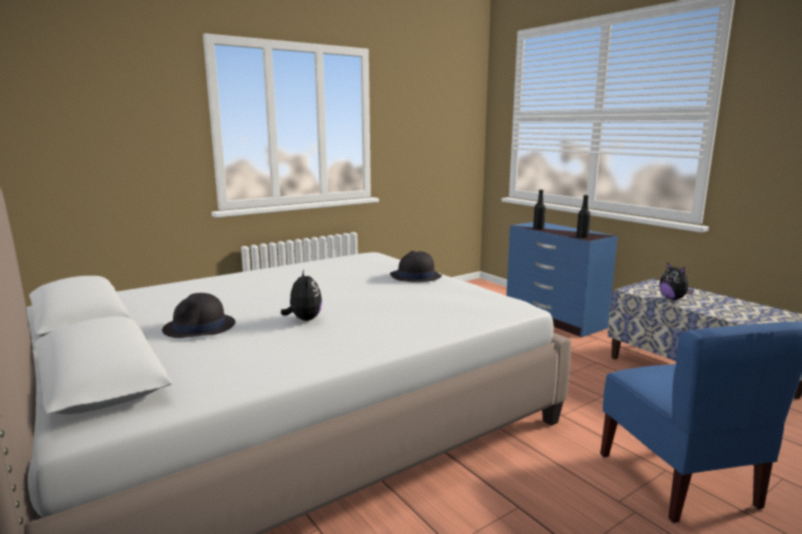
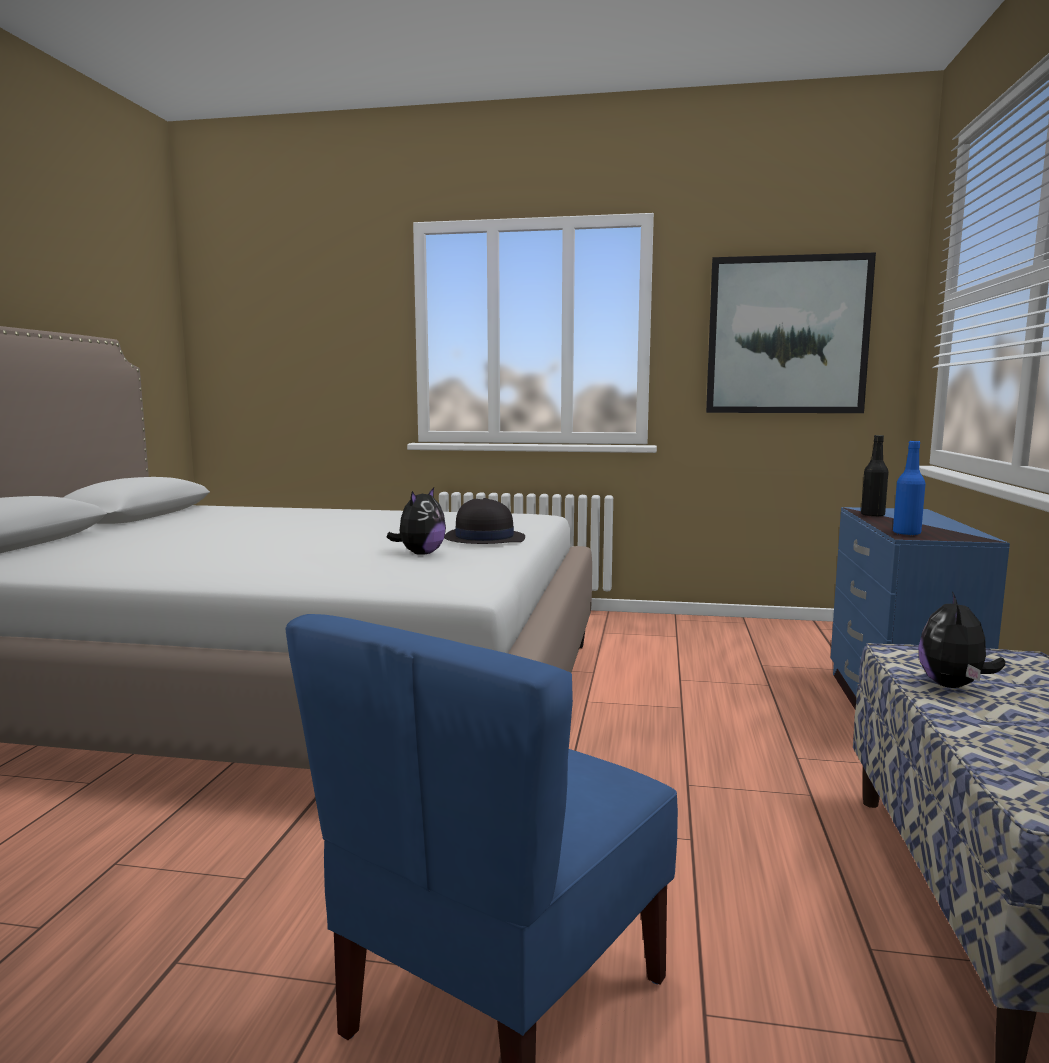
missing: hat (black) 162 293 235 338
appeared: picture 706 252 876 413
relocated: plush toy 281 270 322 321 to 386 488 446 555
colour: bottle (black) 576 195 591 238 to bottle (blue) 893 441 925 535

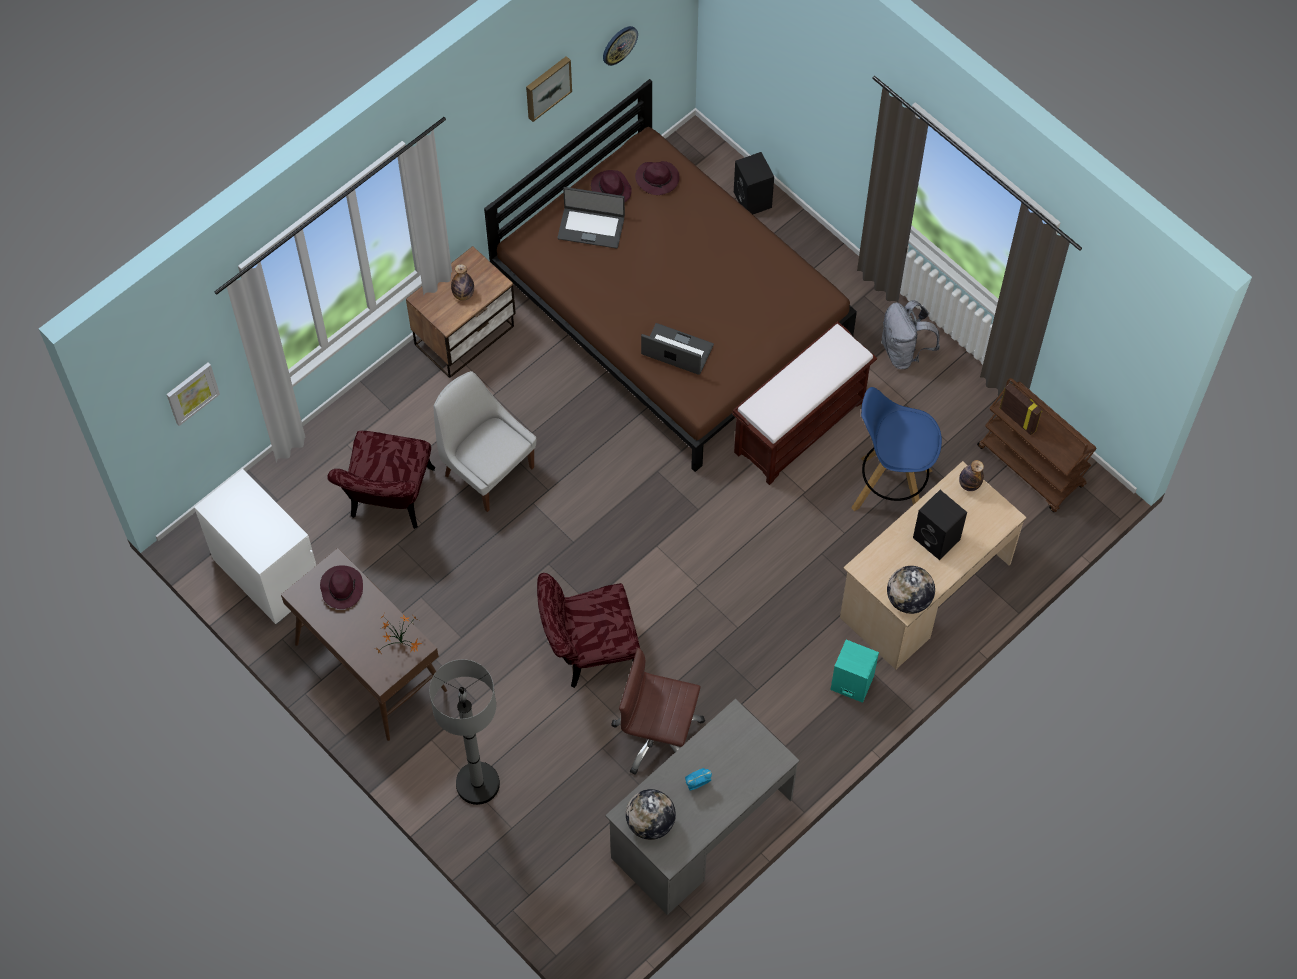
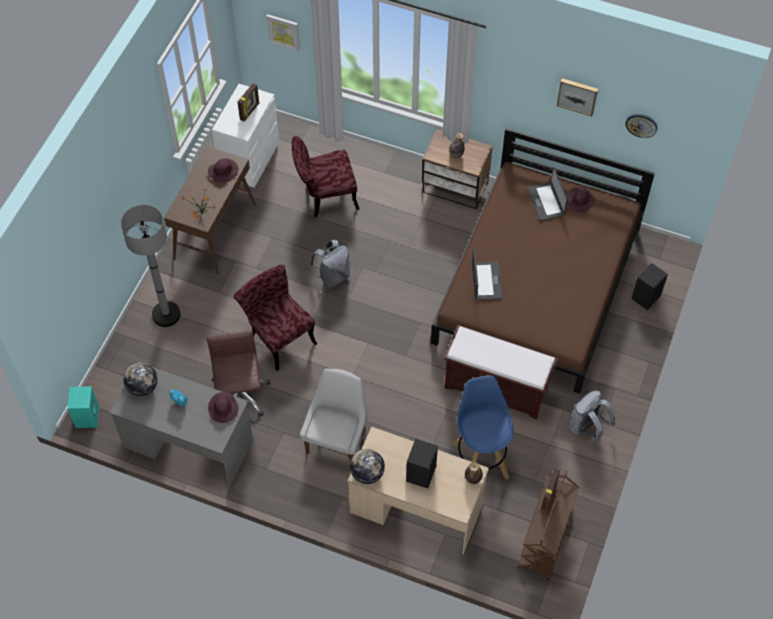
appeared: picture frame 238 83 259 121; backpack (grey) 310 240 350 288
relocated: hat (purple) 635 161 680 195 to 208 392 239 423; chair (white) 434 371 536 512 to 300 369 368 462; speaker (turquoise) 831 640 879 703 to 67 386 99 428

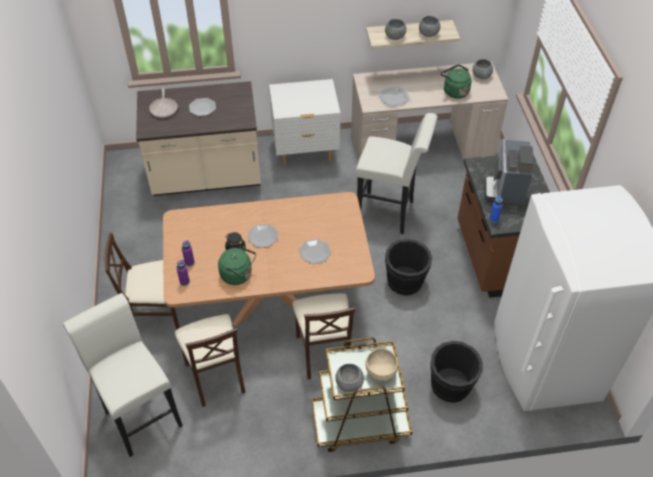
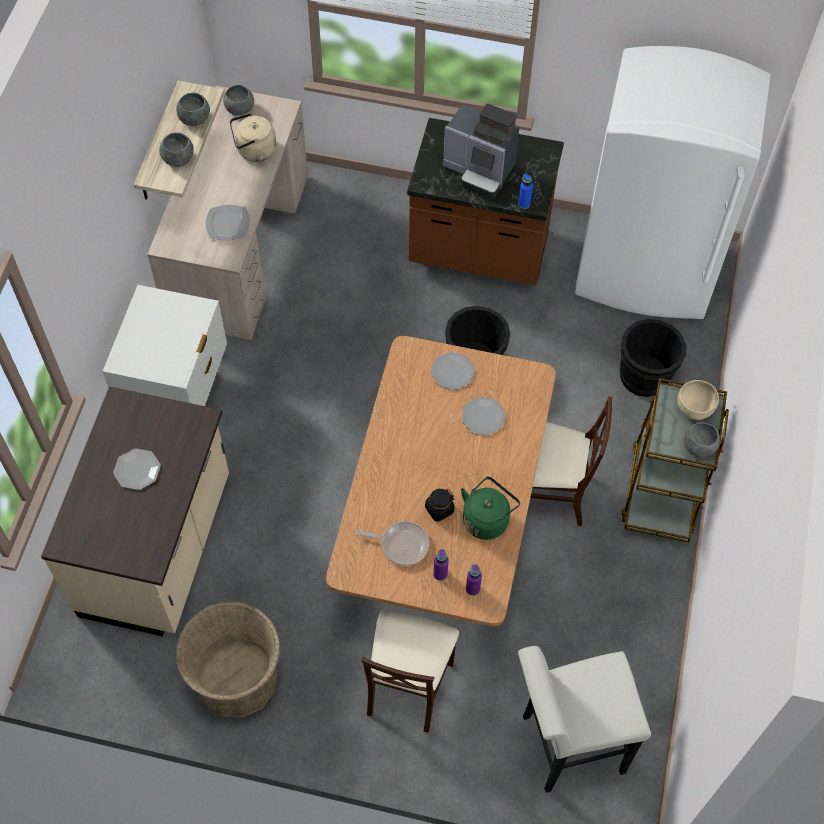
missing: stool (white) 356 113 438 234; chair (beige) 175 314 246 407
appeared: basket 176 601 280 718
relocated: frying pan 149 88 178 118 to 356 521 429 566; plate 248 224 278 247 to 431 352 475 390
colour: kettle (green) 441 65 472 99 to kettle (beige) 230 113 276 162

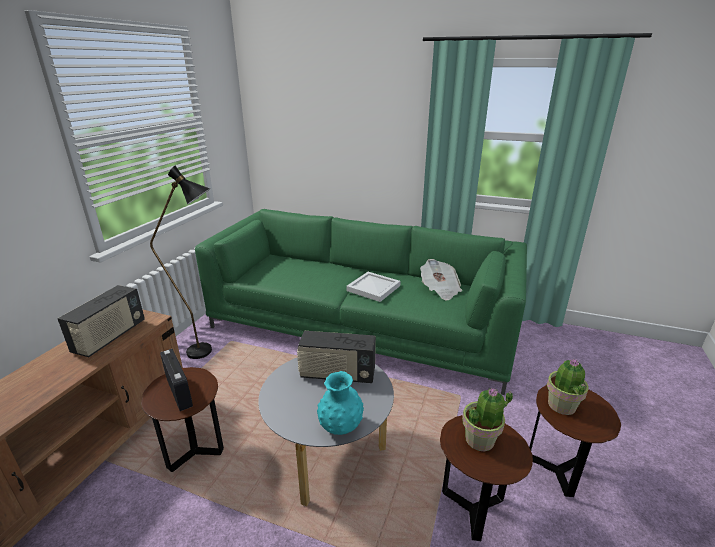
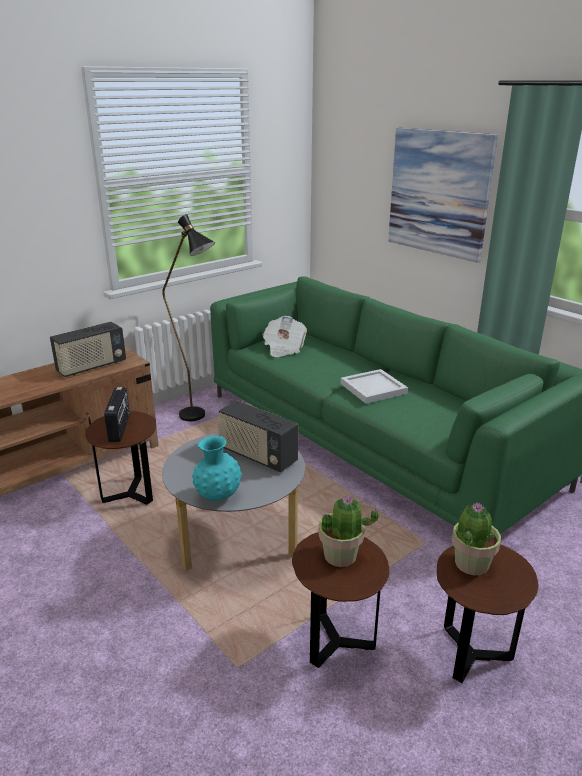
appeared: picture 388 128 498 263
relocated: newspaper 420 259 462 301 to 263 316 307 357

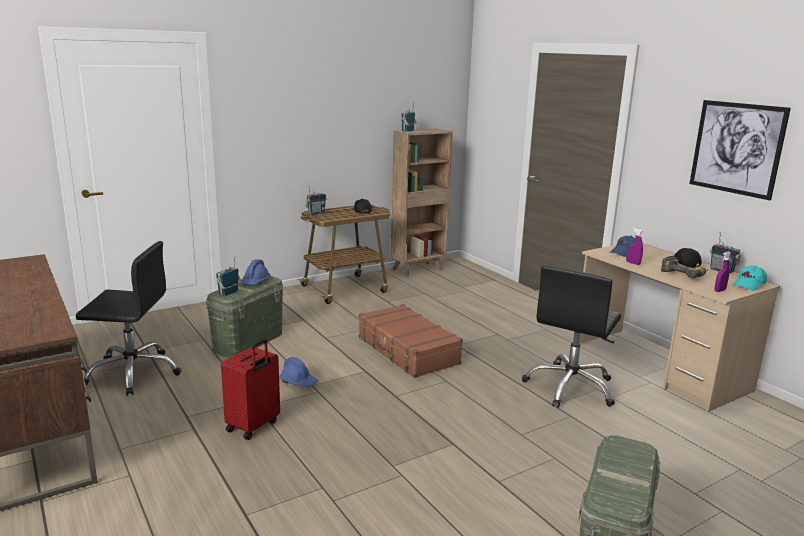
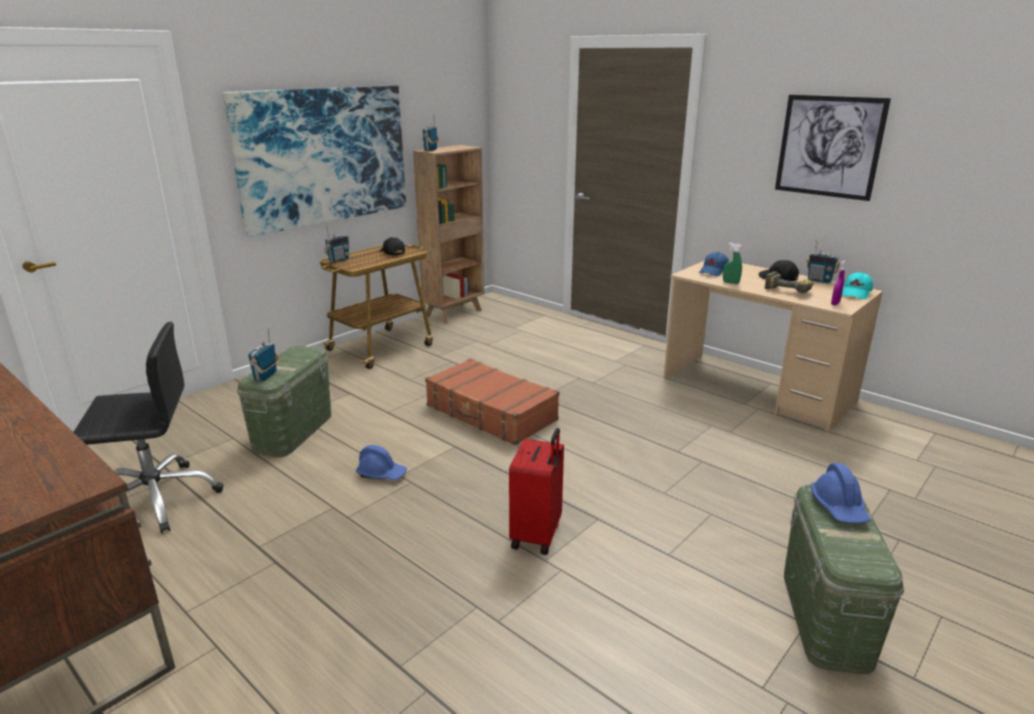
missing: office chair (black) 522 265 621 408
appeared: picture 222 85 406 237
relocated: hard hat (blue) 241 259 271 285 to 811 463 870 524; suitcase (red) 221 339 280 440 to 509 428 564 555
colour: spray bottle (purple) 626 227 643 265 to spray bottle (green) 723 243 742 284

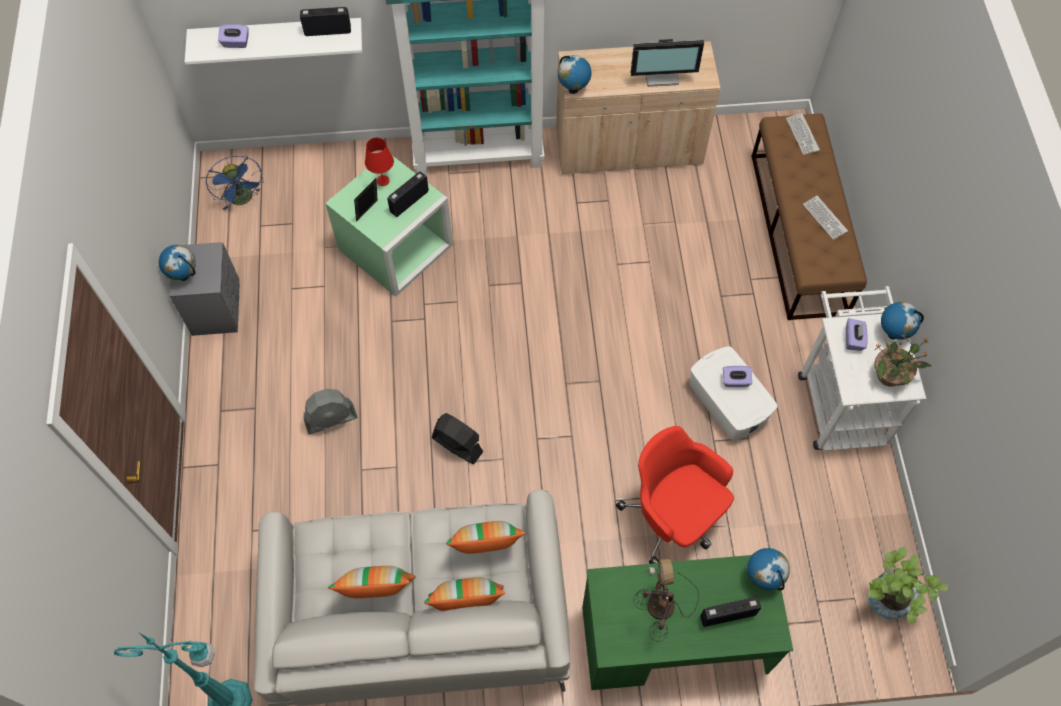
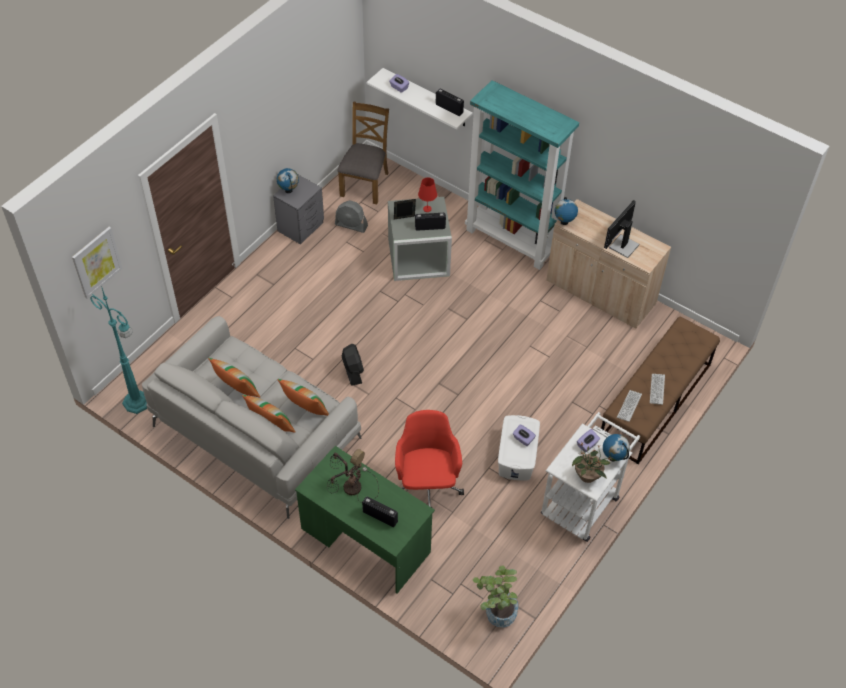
missing: globe 747 548 790 590
appeared: picture 72 227 123 299
relocated: keyboard 786 113 820 155 to 617 390 642 422; fan (grey) 303 389 358 434 to 335 200 368 233
exchanged: fan (blue) 206 156 264 211 to chair (brown) 338 101 389 204
colour: storage box (green) 325 156 453 297 to storage box (grey) 388 197 452 281
spun: monitor 631 39 704 87 = 604 200 640 258 90 degrees clockwise

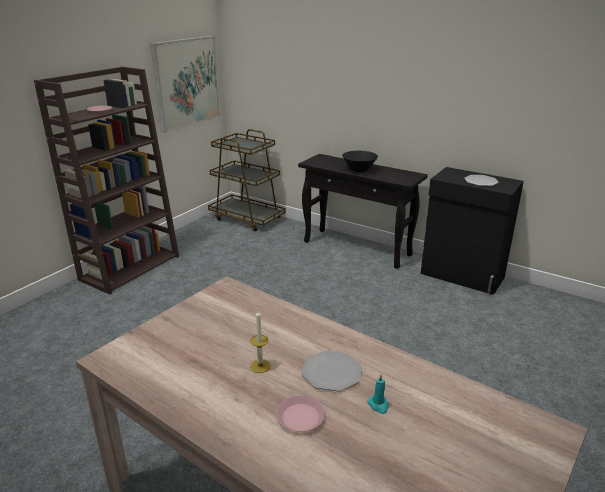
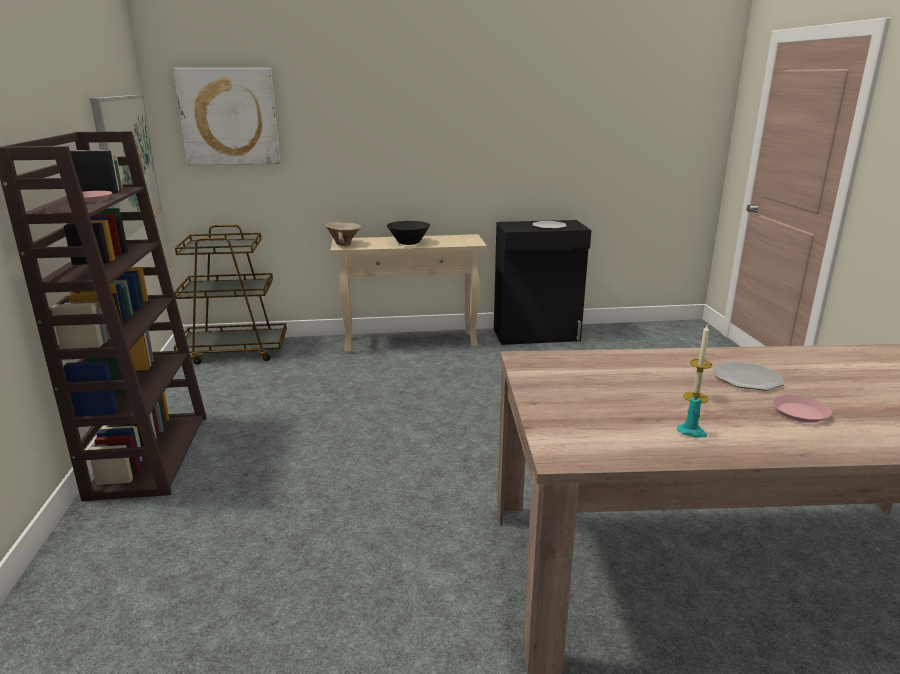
appeared: picture 173 68 280 165; bowl (beige) 325 222 362 246
relocated: candle (turquoise) 367 375 389 414 to 677 390 707 437
colour: console table (black) 298 154 428 269 to console table (beige) 330 234 487 353

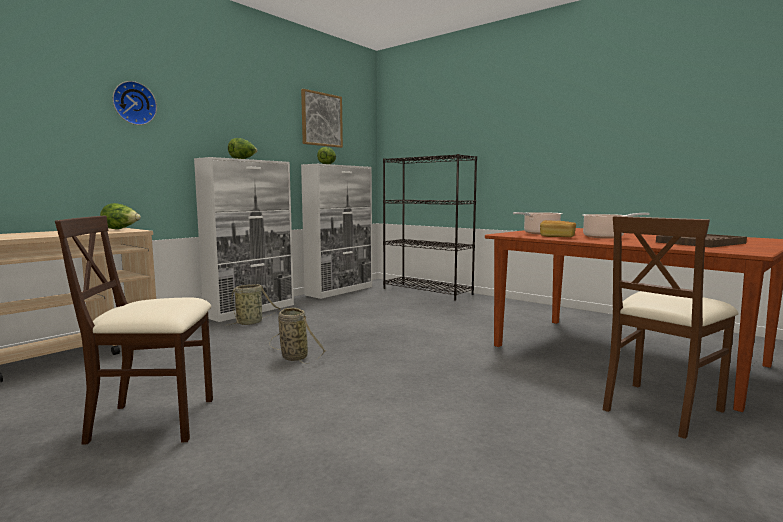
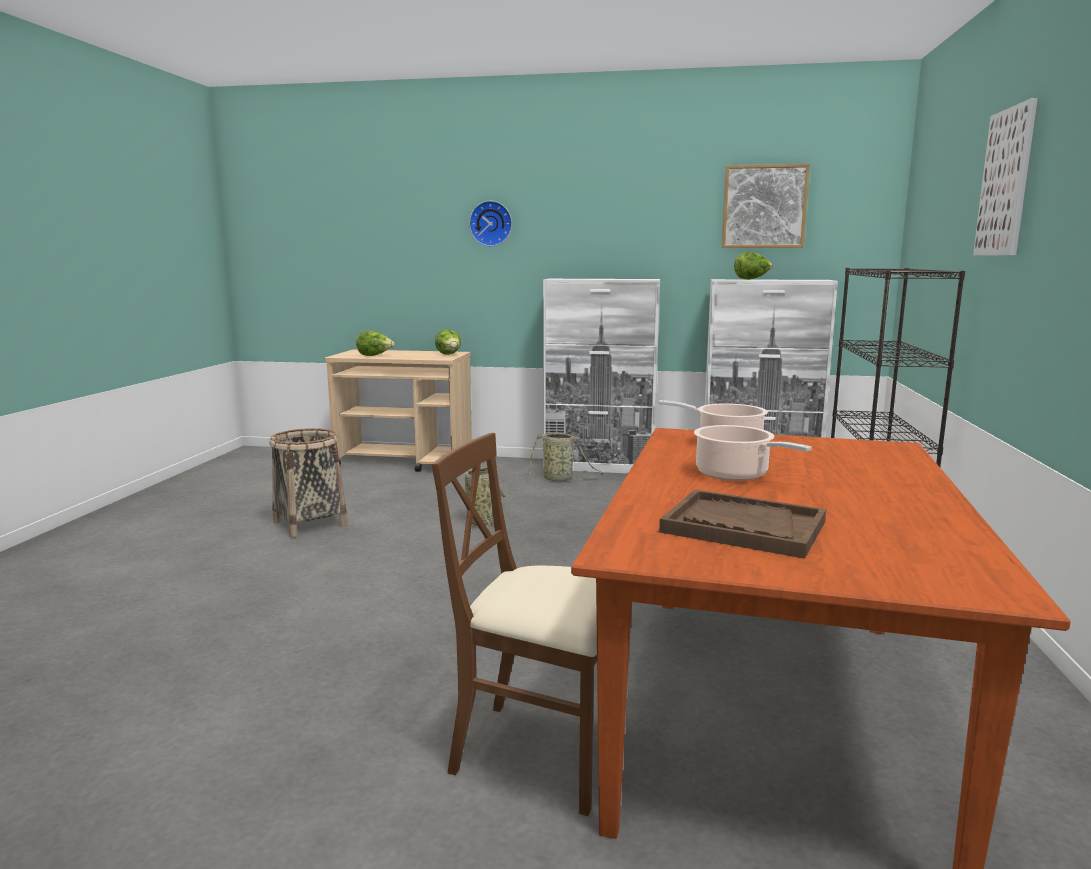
missing: bread 540 220 576 237
appeared: picture 973 98 1038 255
relocated: lettuce 228 138 257 159 to 356 330 394 356
exchanged: chair (beige) 55 215 213 445 to basket 269 428 348 537

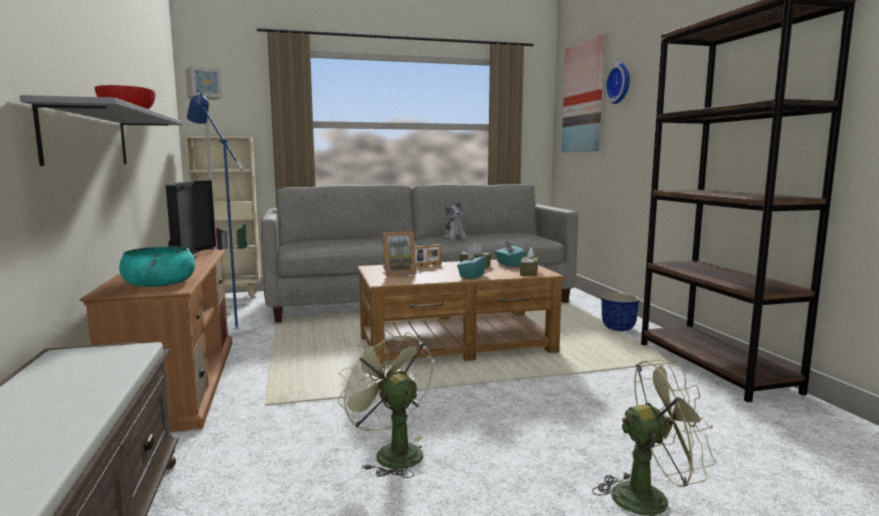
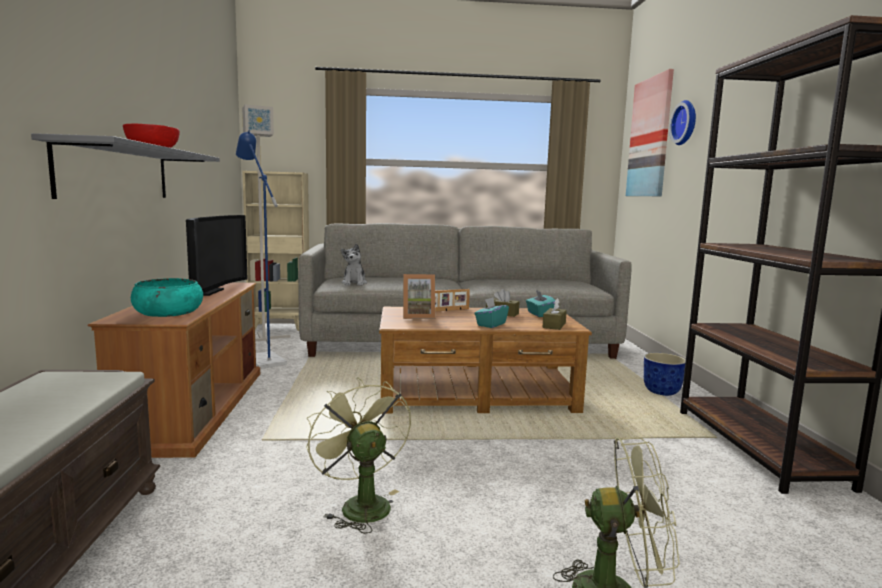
relocated: plush toy 443 201 467 240 to 341 243 367 286

